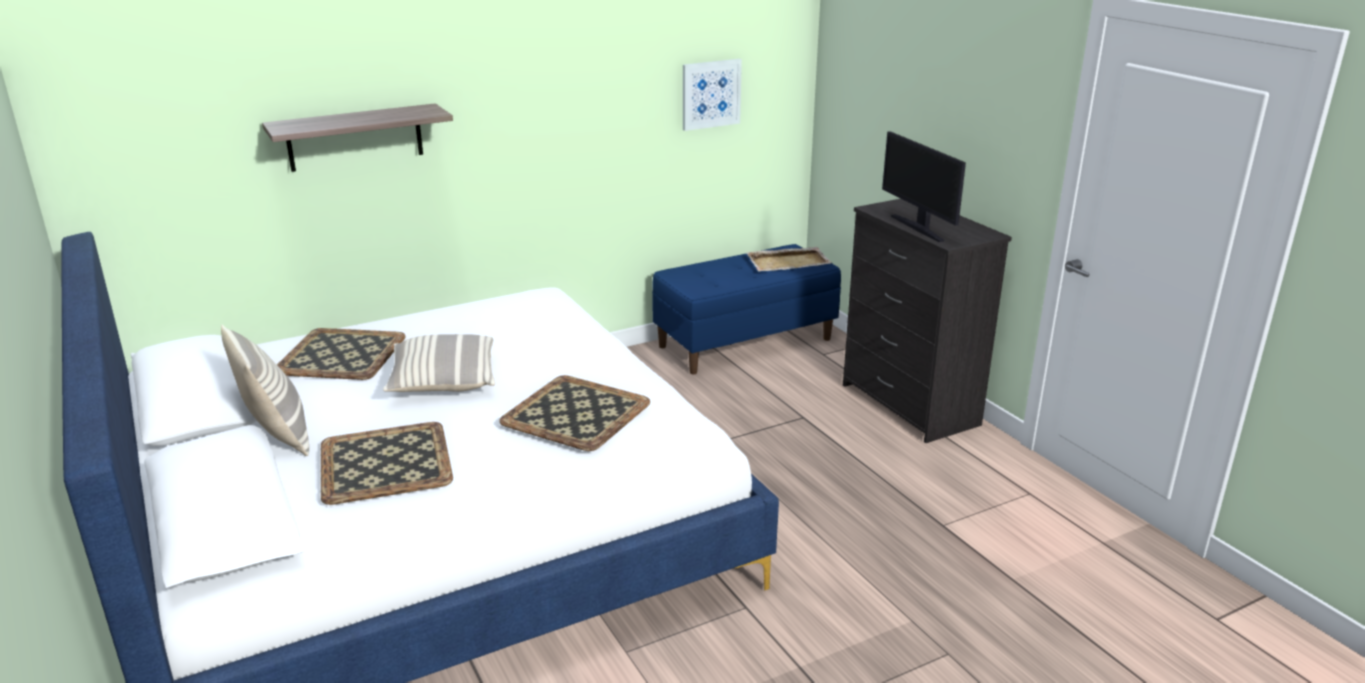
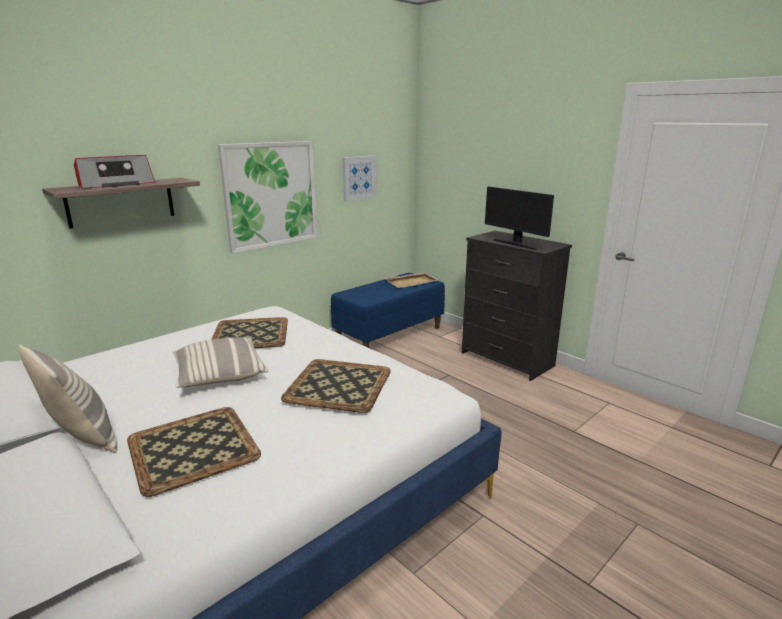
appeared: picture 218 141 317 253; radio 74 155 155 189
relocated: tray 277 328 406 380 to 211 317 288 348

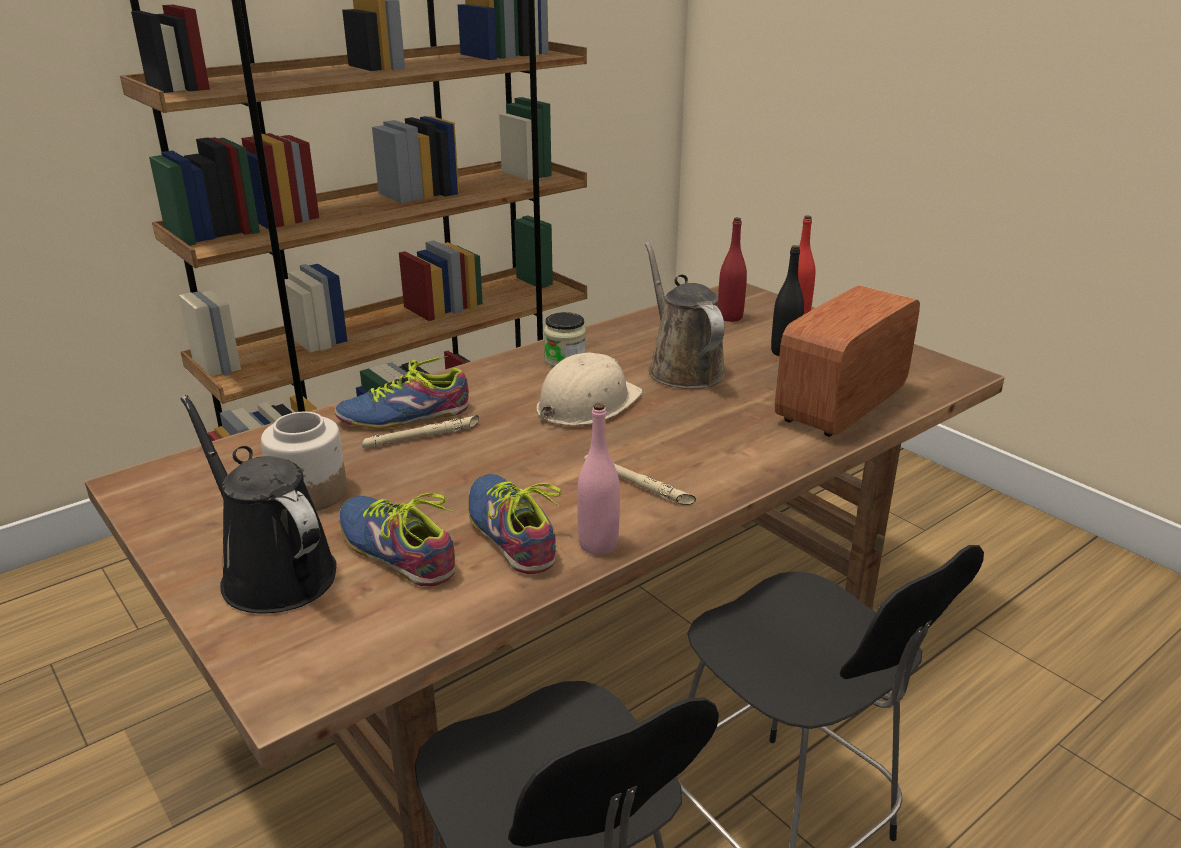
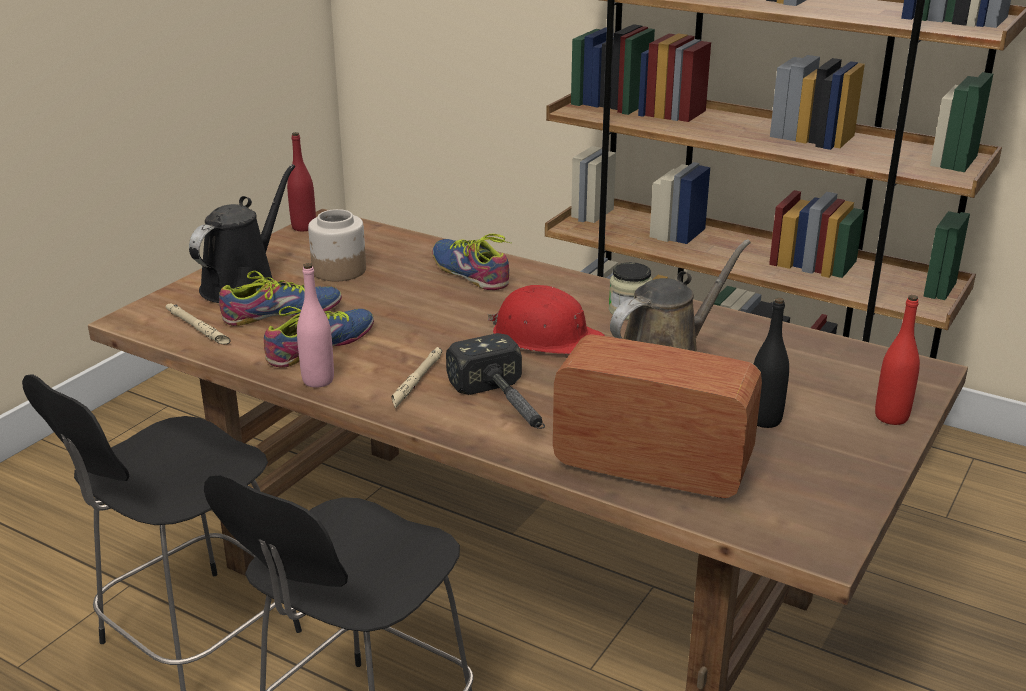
appeared: hammer 446 333 545 429
relocated: bottle (red) 718 217 747 322 to 287 132 316 231; flashlight (beige) 362 415 479 448 to 166 304 230 344
colour: hard hat (beige) 536 353 643 426 to hard hat (red) 488 285 605 354
spun: shoe 339 493 455 586 = 219 271 342 326 45 degrees clockwise

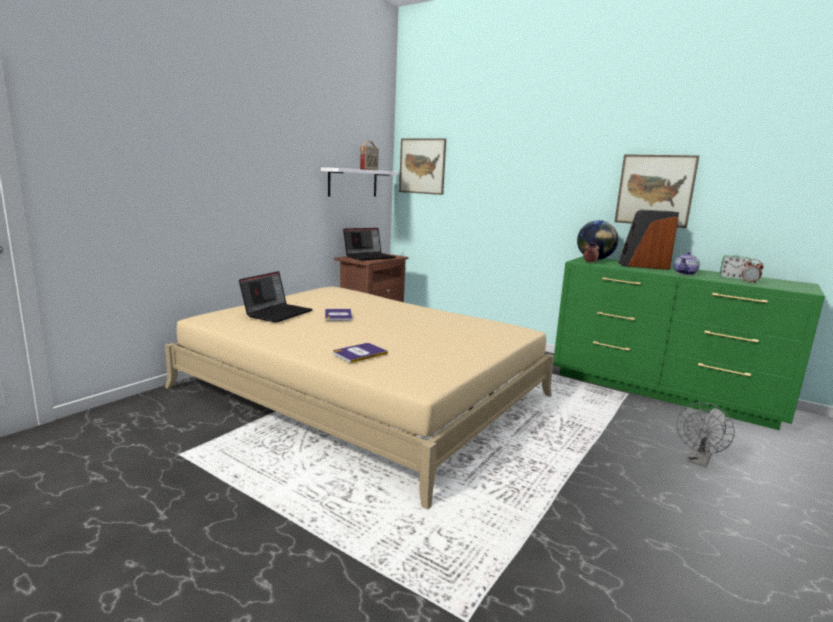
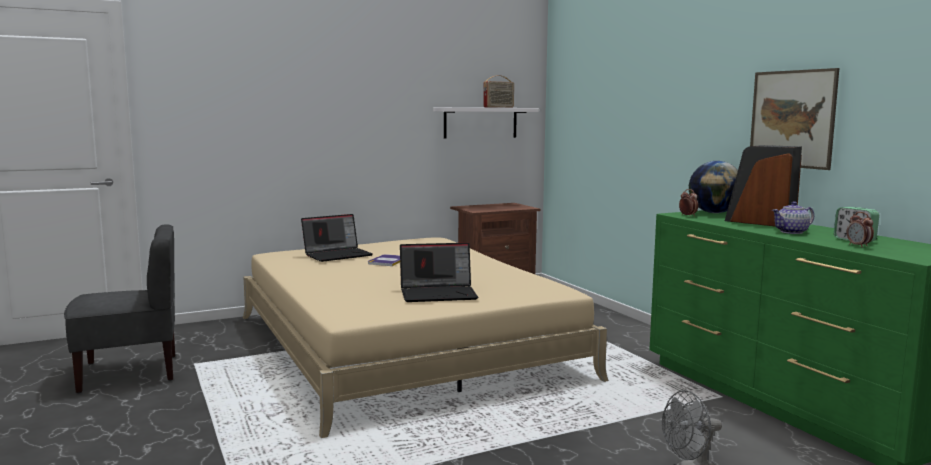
missing: picture 399 138 446 195; book 333 343 388 363
appeared: chair (grey) 64 224 175 393
relocated: laptop 343 228 395 260 to 400 243 478 302

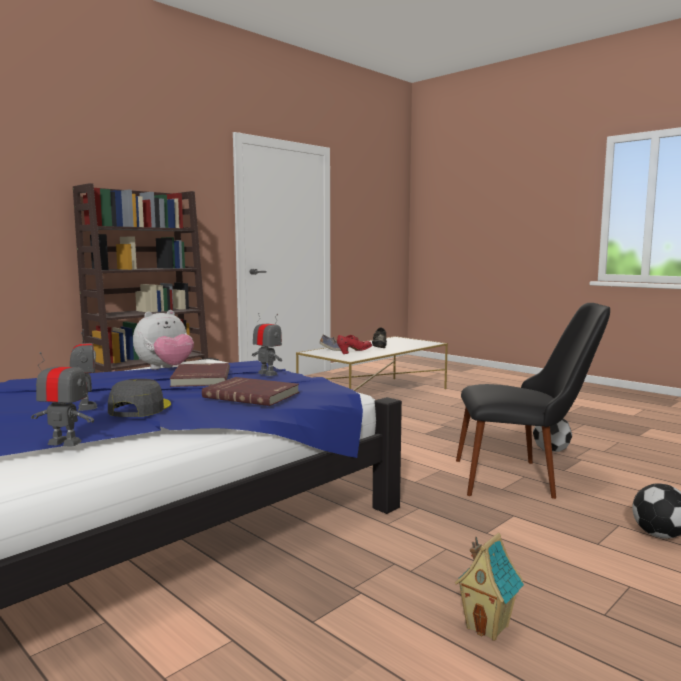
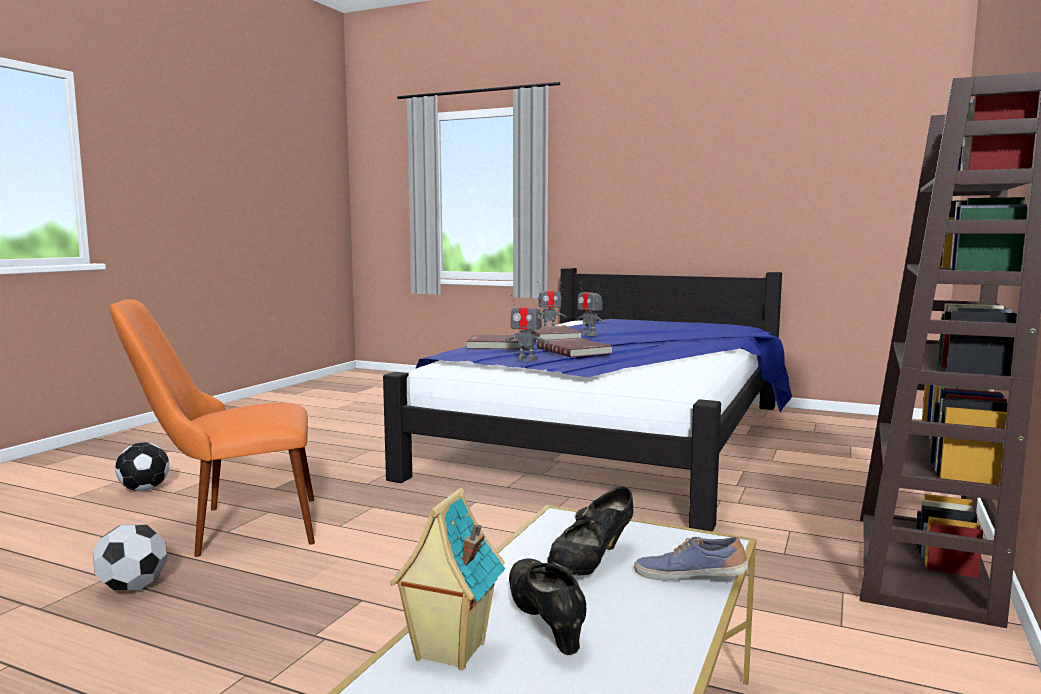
missing: plush toy 133 310 194 370
relocated: toy house 455 533 524 641 to 390 488 506 670
exchanged: cap (grey) 108 379 171 417 to book (red) 528 325 582 340
colour: chair (black) 456 303 610 499 to chair (orange) 110 299 315 557; shoe (red) 337 335 372 354 to shoe (black) 547 486 633 576

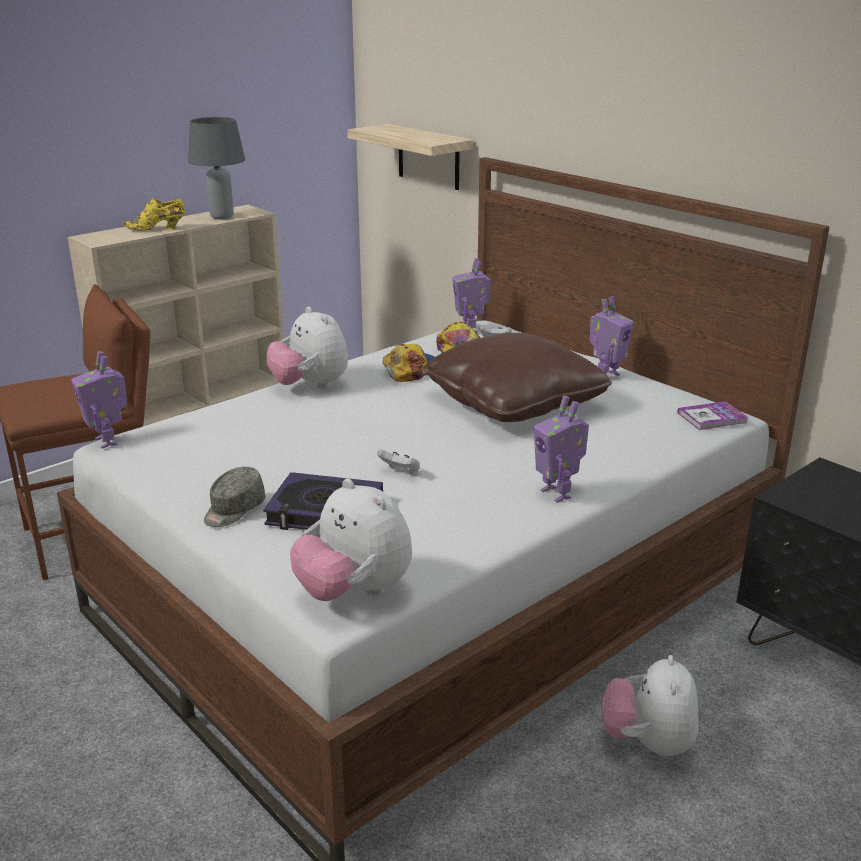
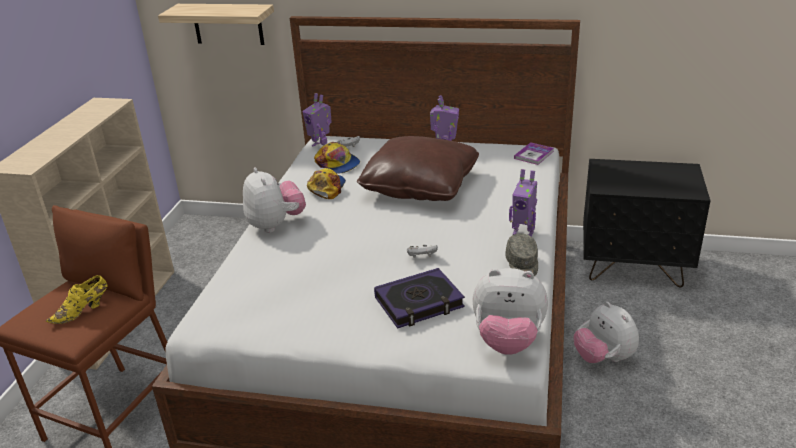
missing: table lamp (grey) 188 117 245 219; toy robot 71 351 127 448
relocated: shoe (yellow) 122 198 186 231 to 45 275 108 324; cap (grey) 204 467 266 527 to 505 233 538 276
spun: plush toy 267 306 348 389 = 243 167 306 233 135 degrees counterclockwise

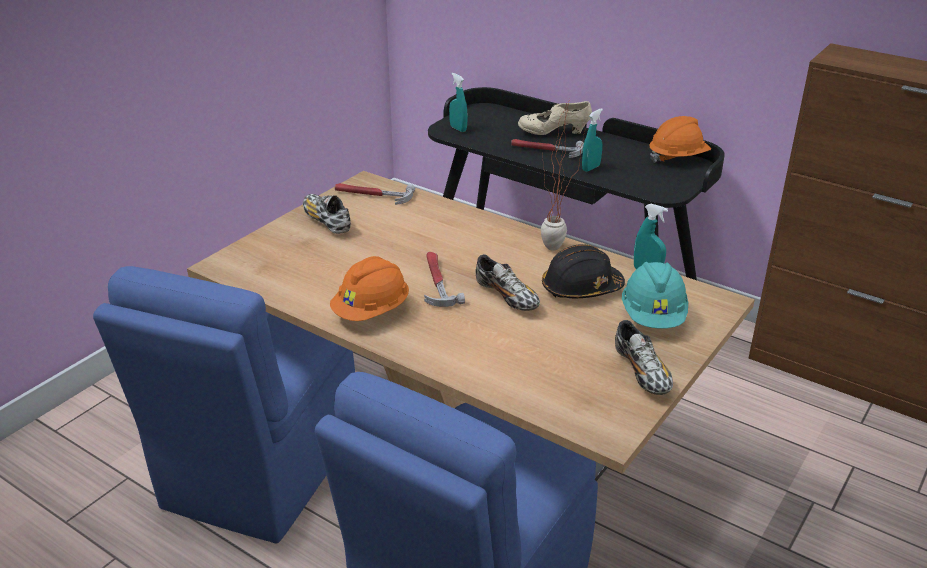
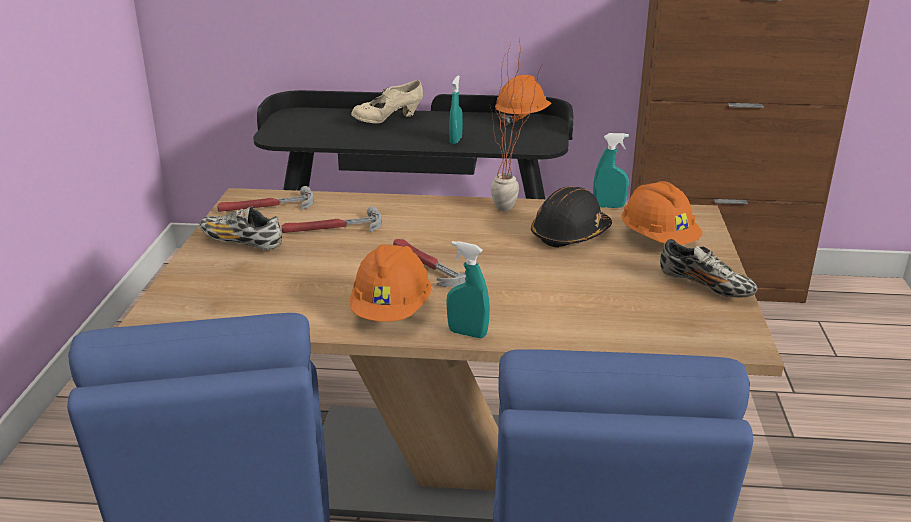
missing: shoe 476 254 540 311
relocated: spray bottle (turquoise) 449 73 468 132 to 446 241 490 338; hammer 511 139 584 158 to 282 206 382 233
colour: hard hat (turquoise) 622 262 688 329 to hard hat (orange) 622 181 703 245

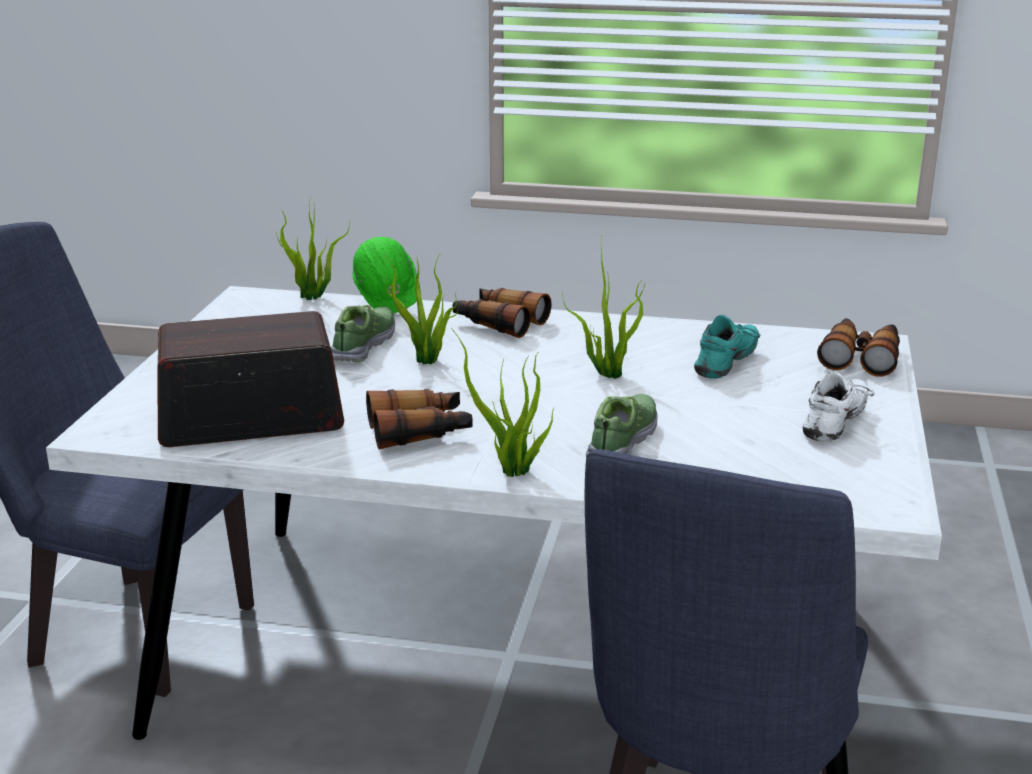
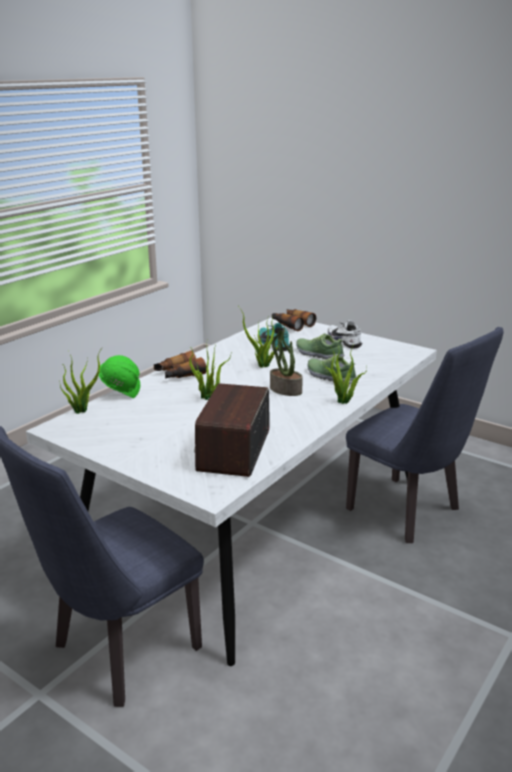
missing: binoculars 366 389 473 449
appeared: potted plant 270 328 303 396
relocated: shoe 331 305 395 362 to 296 333 344 359

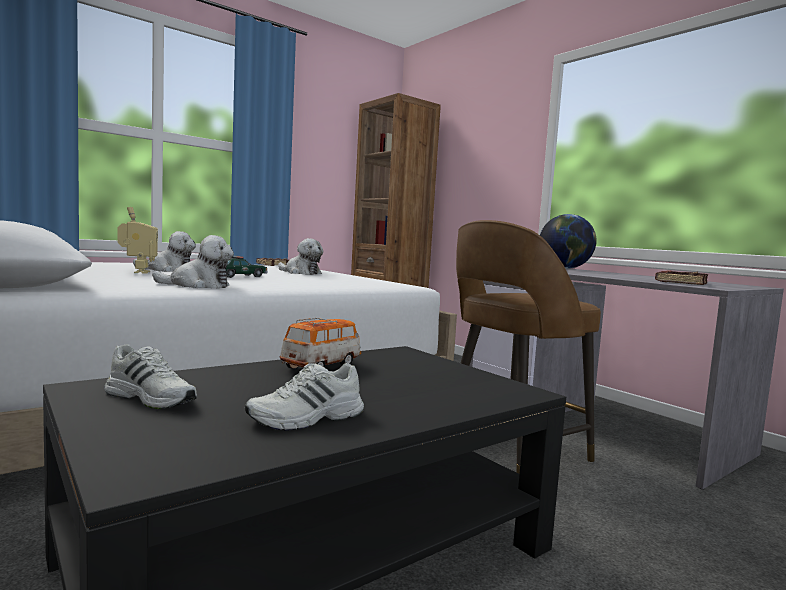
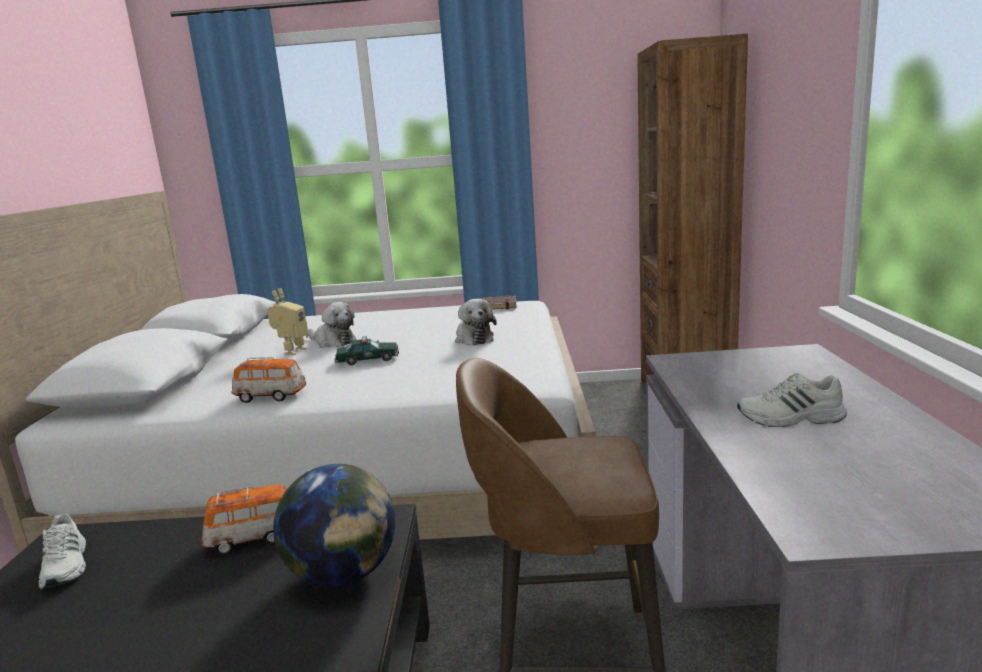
missing: book (brown) 655 270 708 285
relocated: globe 540 214 597 269 to 273 464 395 587; shoe (white) 245 363 364 431 to 737 373 847 427
exchanged: plush toy 152 235 234 289 to toy car 231 357 306 403

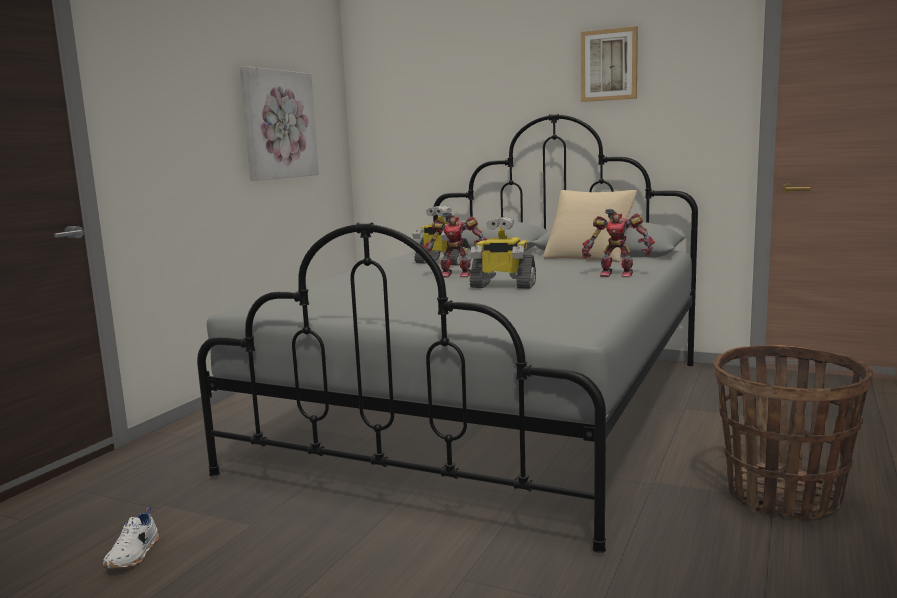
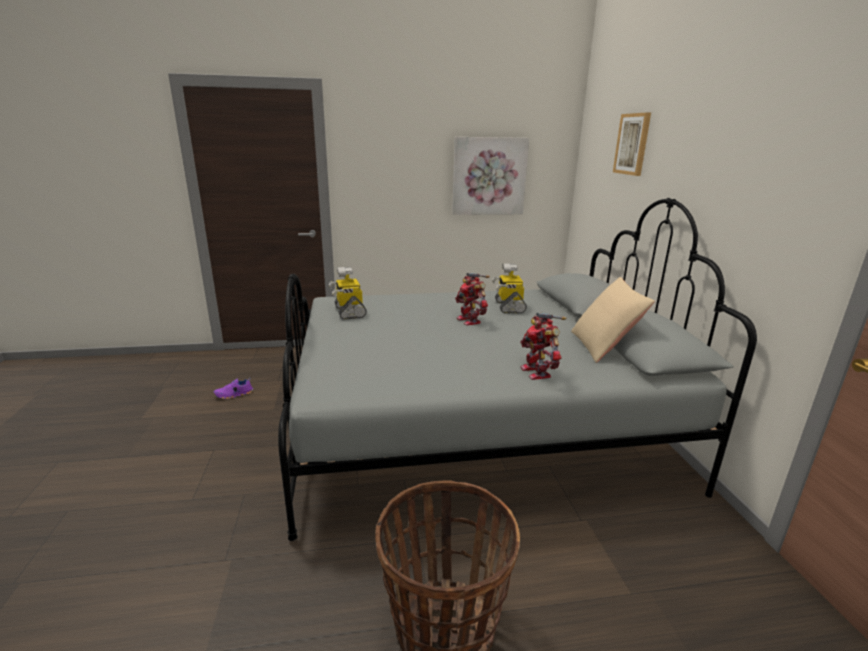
relocated: picture 581 26 638 102 to 613 112 651 176; toy robot 470 217 536 289 to 329 267 367 320
colour: shoe (white) 103 508 159 568 to shoe (purple) 214 378 253 399

